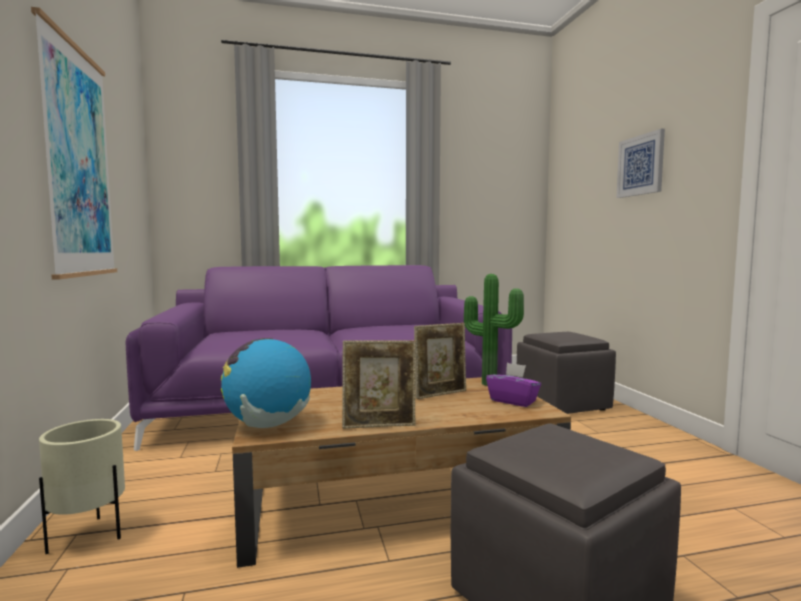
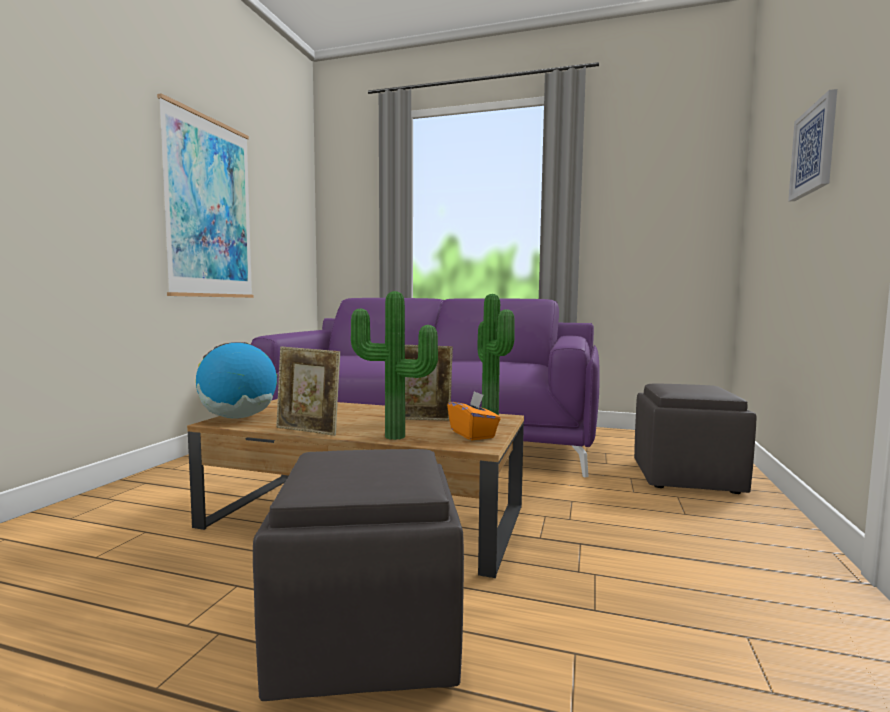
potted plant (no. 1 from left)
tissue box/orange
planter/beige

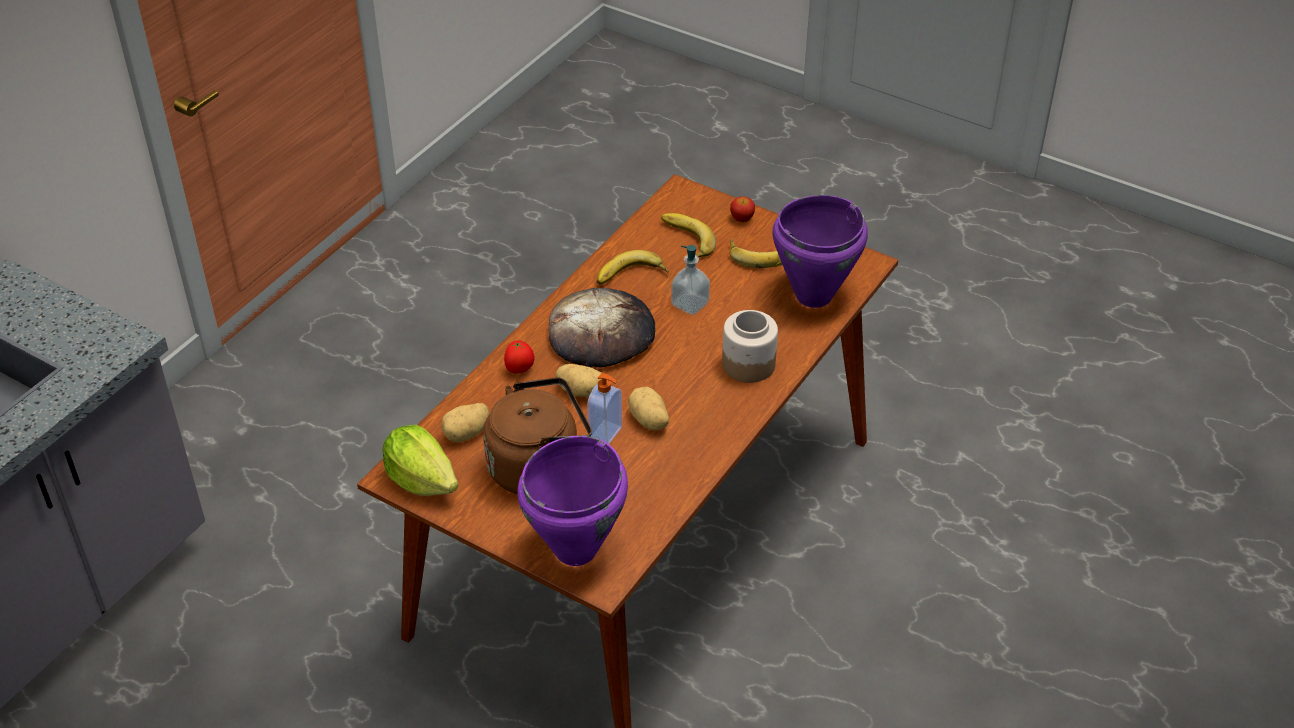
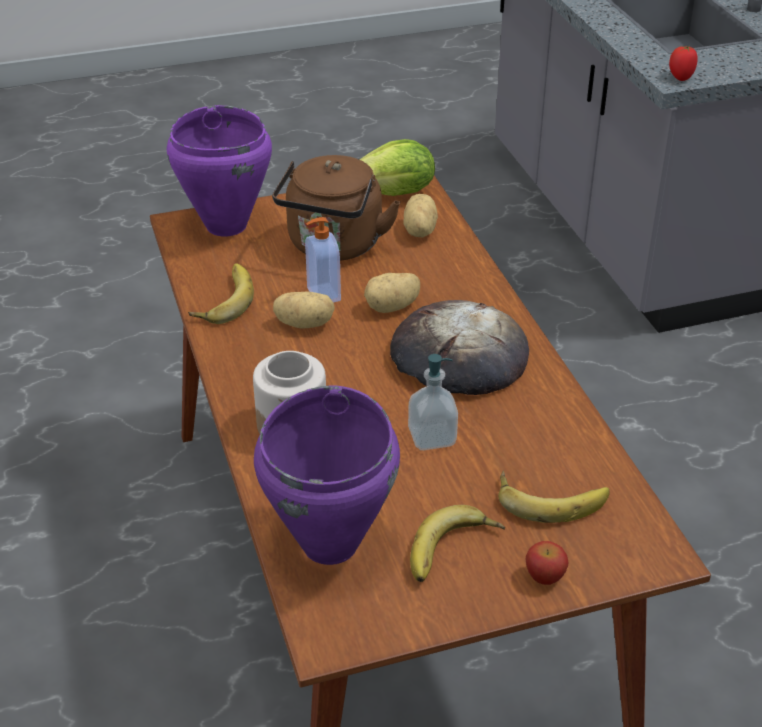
banana (no. 1 from left)
tomato

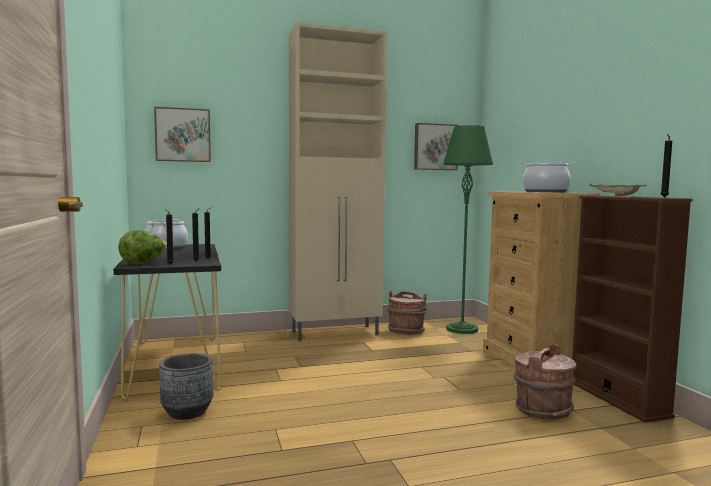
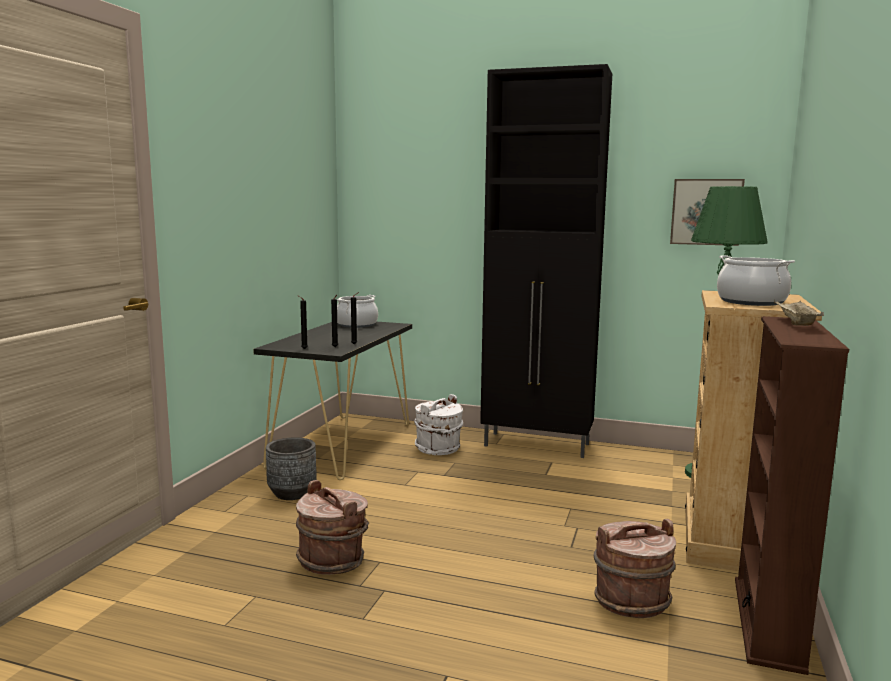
bucket/brown (no. 1 from left)
bucket/white
cabinet/black
lettuce
picture (no. 1 from left in the first image)
candle/black (no. 4 from left in the first image)

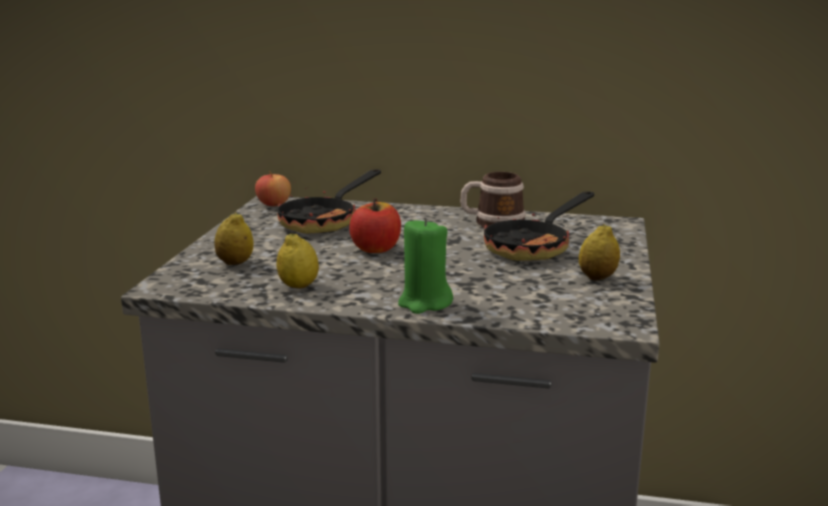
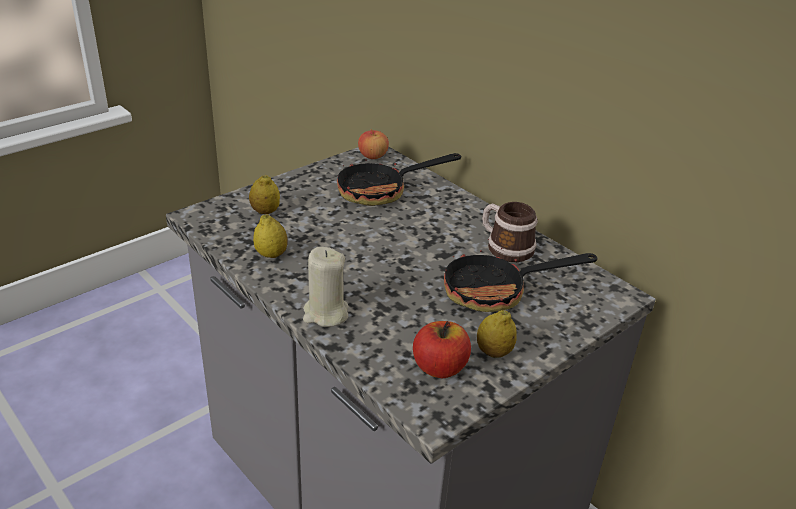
candle/beige
apple (no. 2 from left)

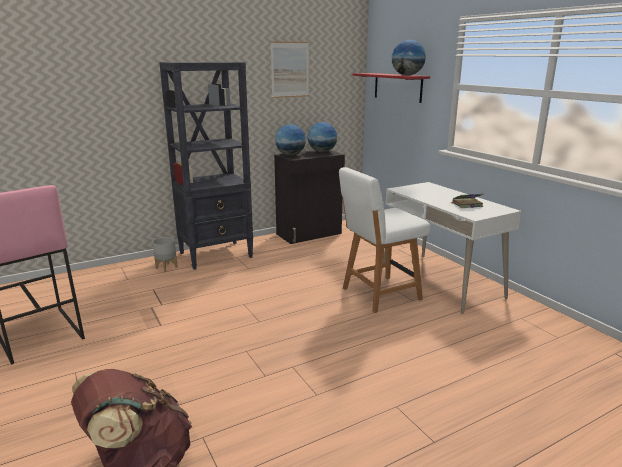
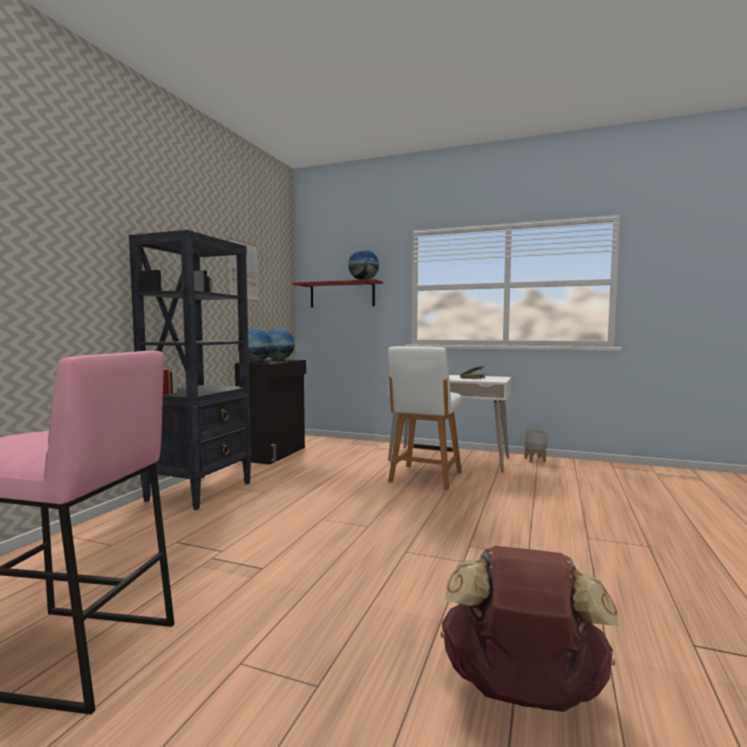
planter/grey

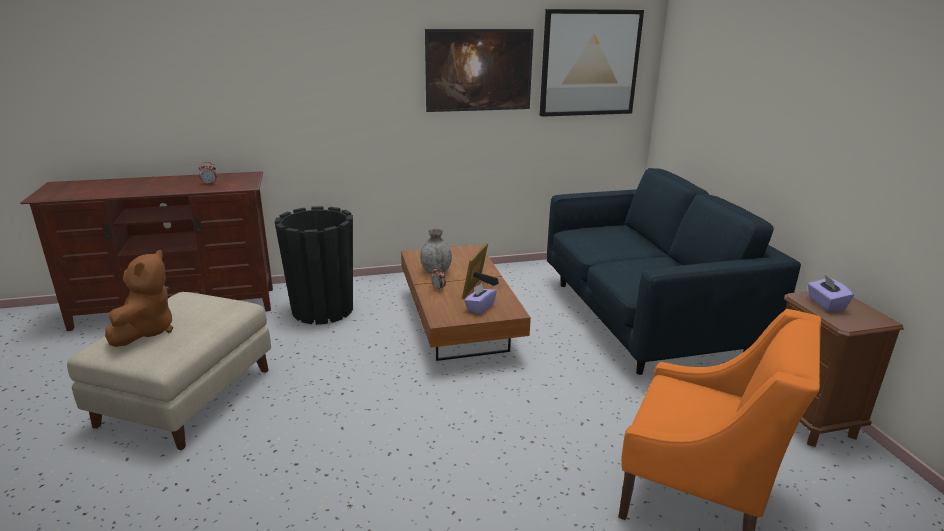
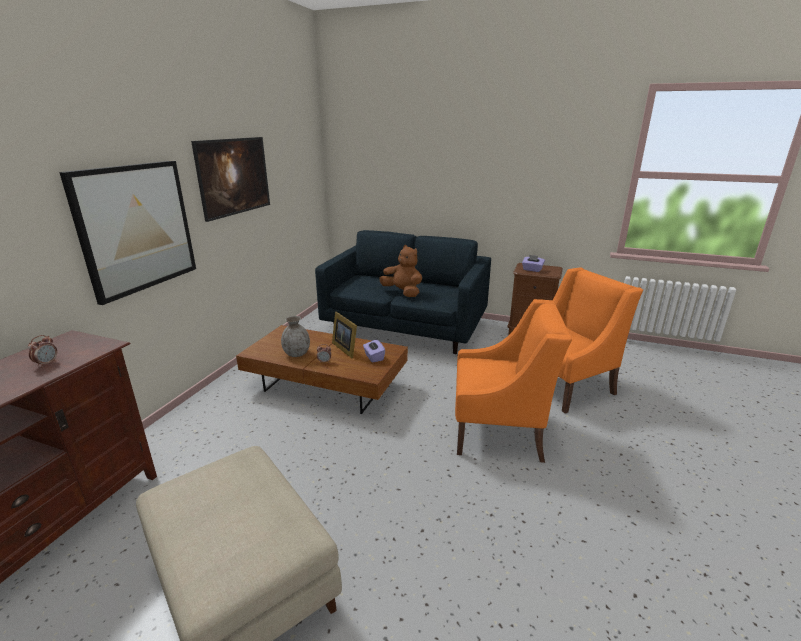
picture (no. 1 from left)
plush toy/brown
armchair/orange (no. 1 from left)
planter/black

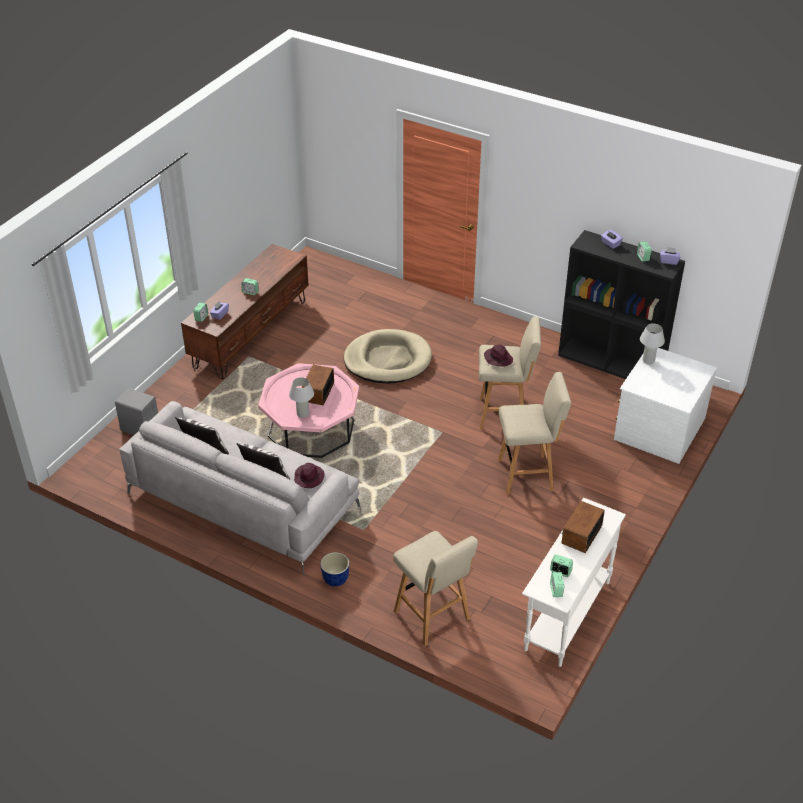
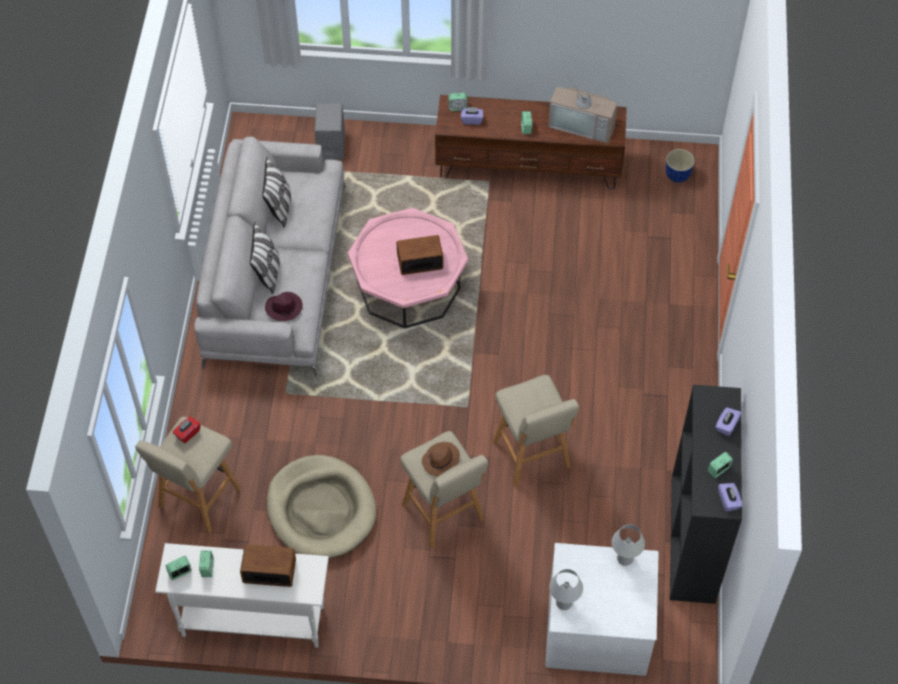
tissue box/red
dog bed/beige
hat/brown
television
table lamp/white (no. 1 from left)
planter
hat/purple (no. 2 from left in the first image)

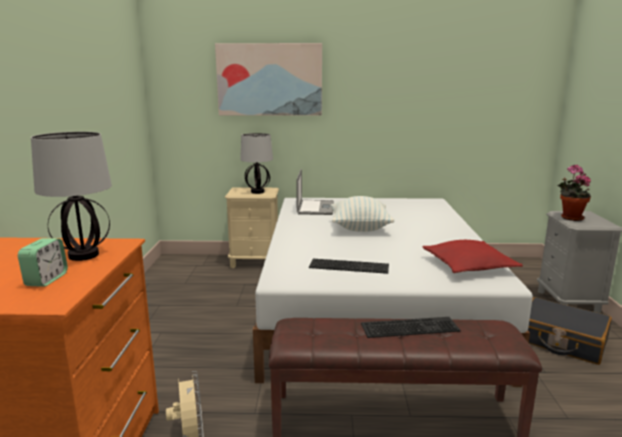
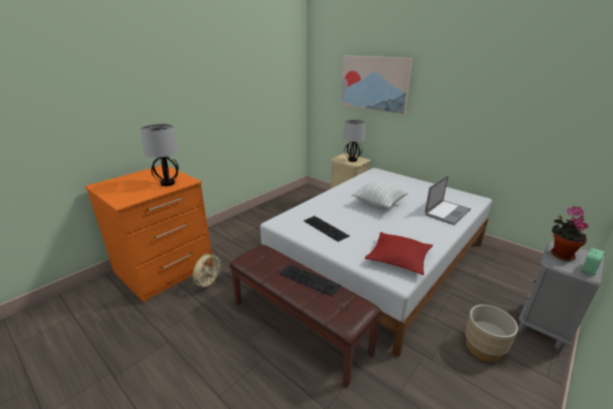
laptop
planter/beige
alarm clock

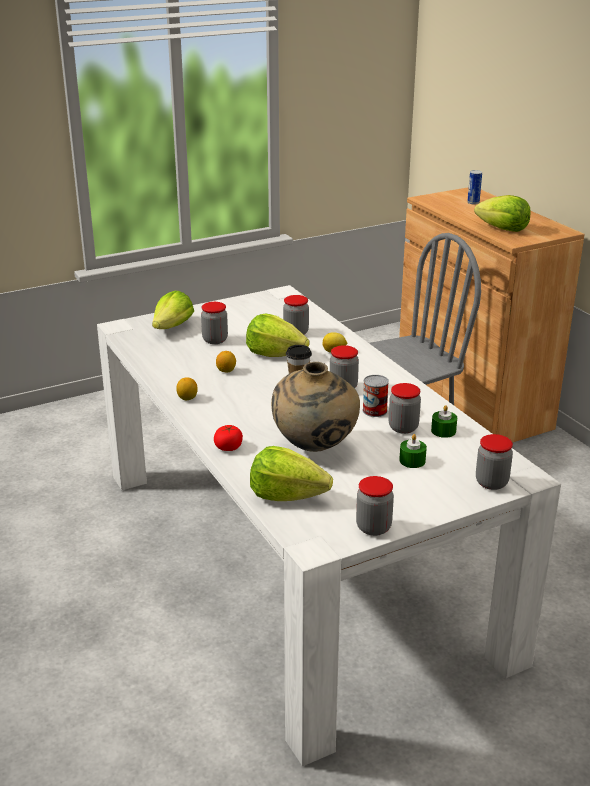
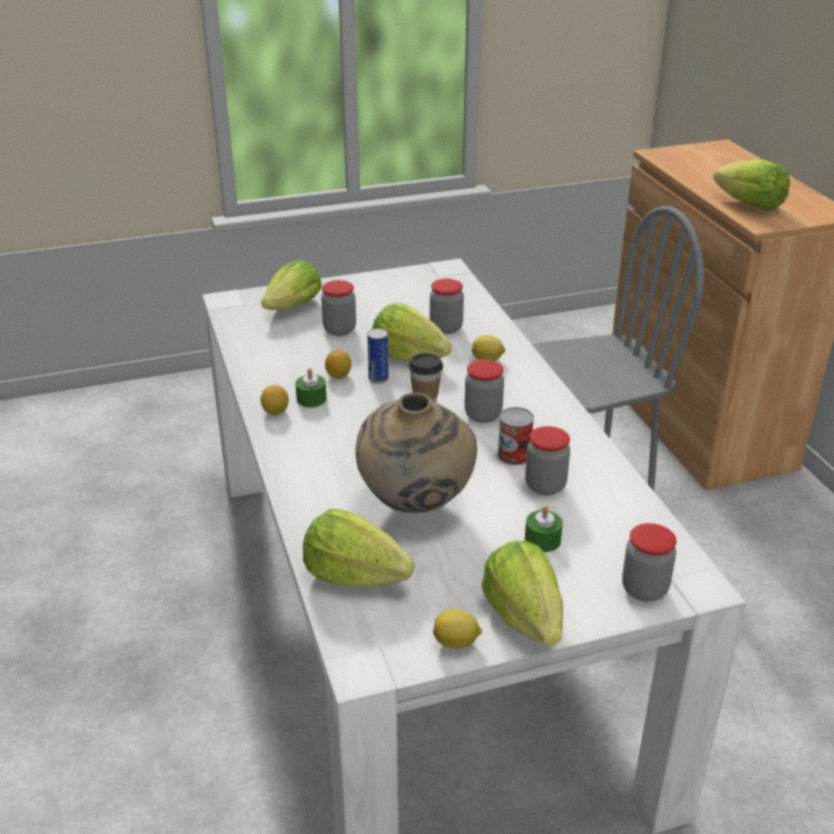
candle/green (no. 1 from left)
can (no. 1 from left)
lemon (no. 3 from left)
lettuce (no. 4 from left)
tomato

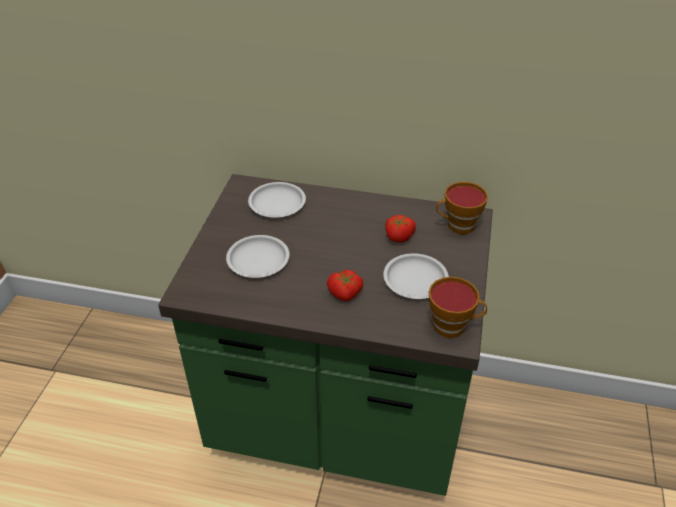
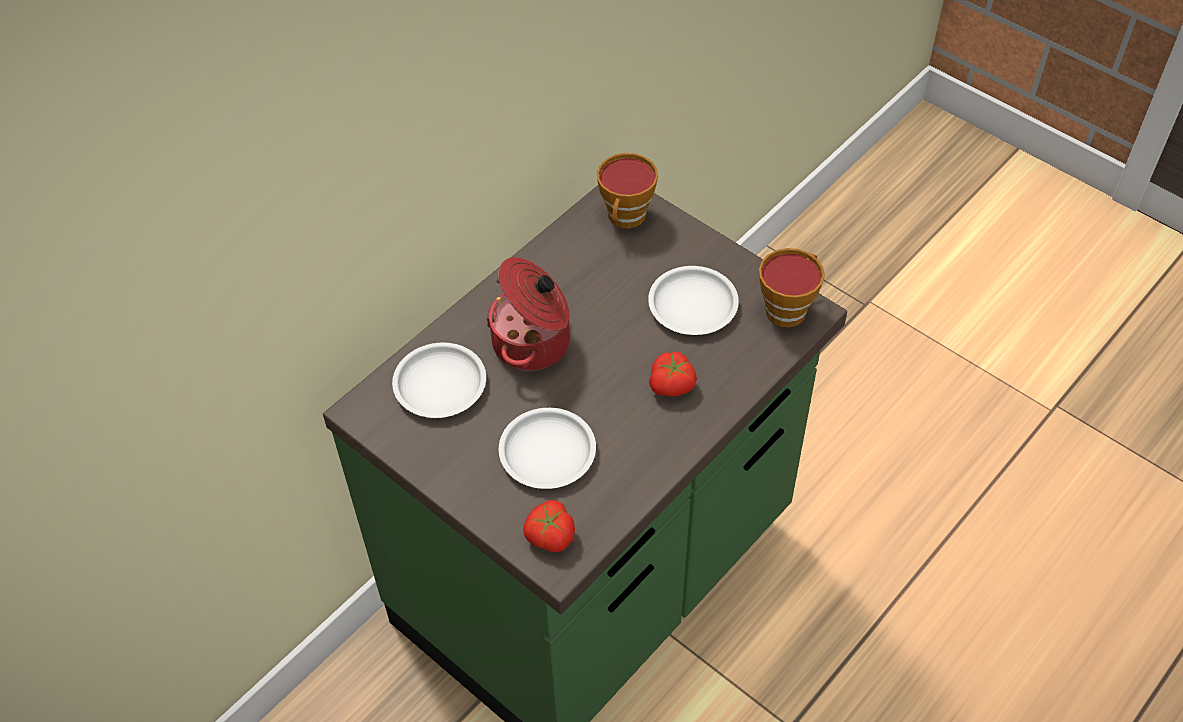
cooking pot
tomato (no. 1 from left)

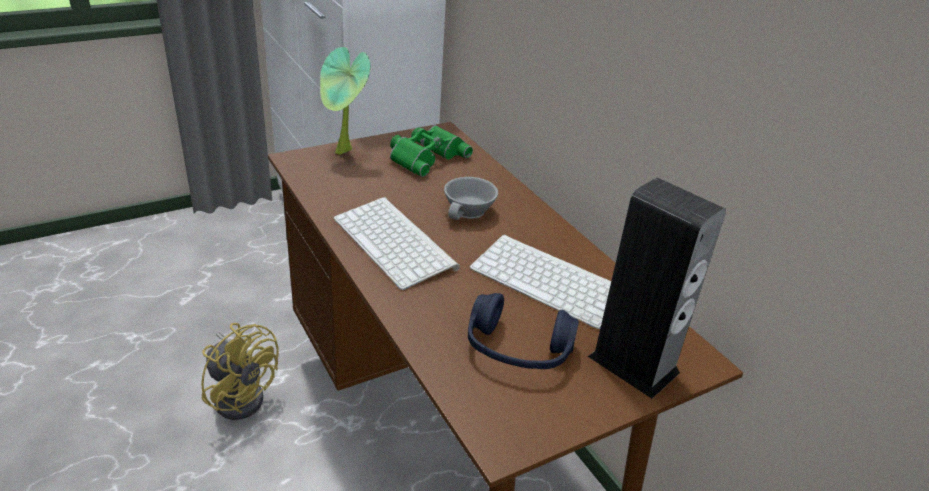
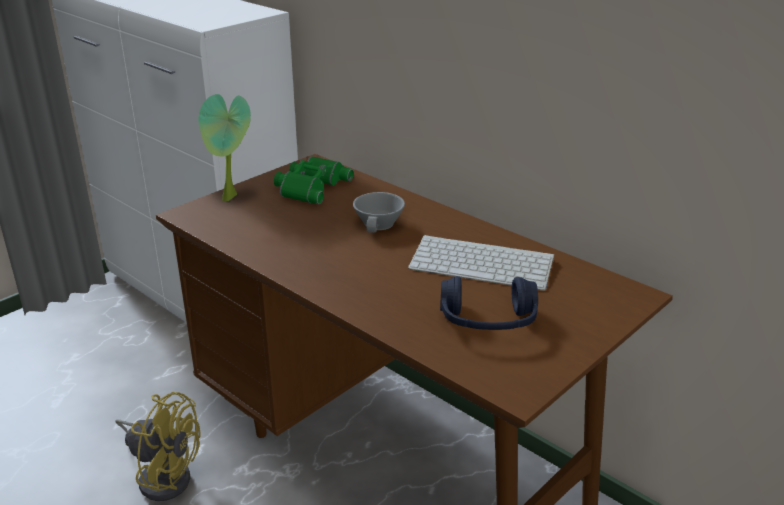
keyboard (no. 1 from left in the first image)
speaker

